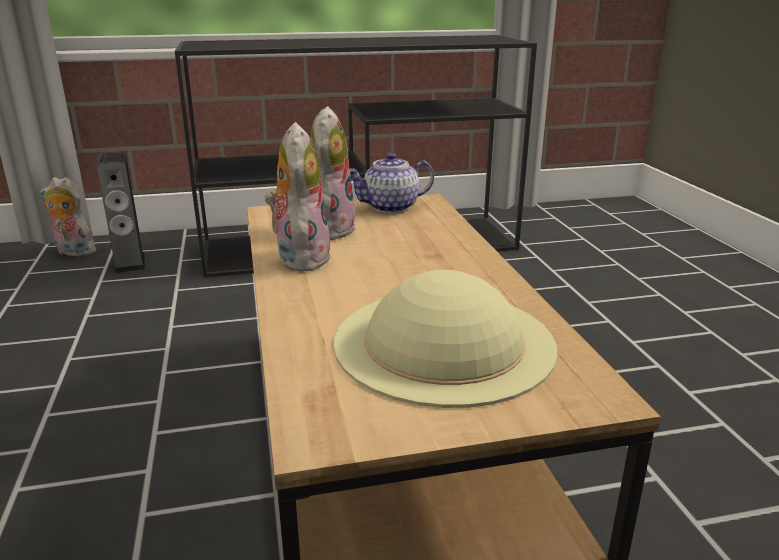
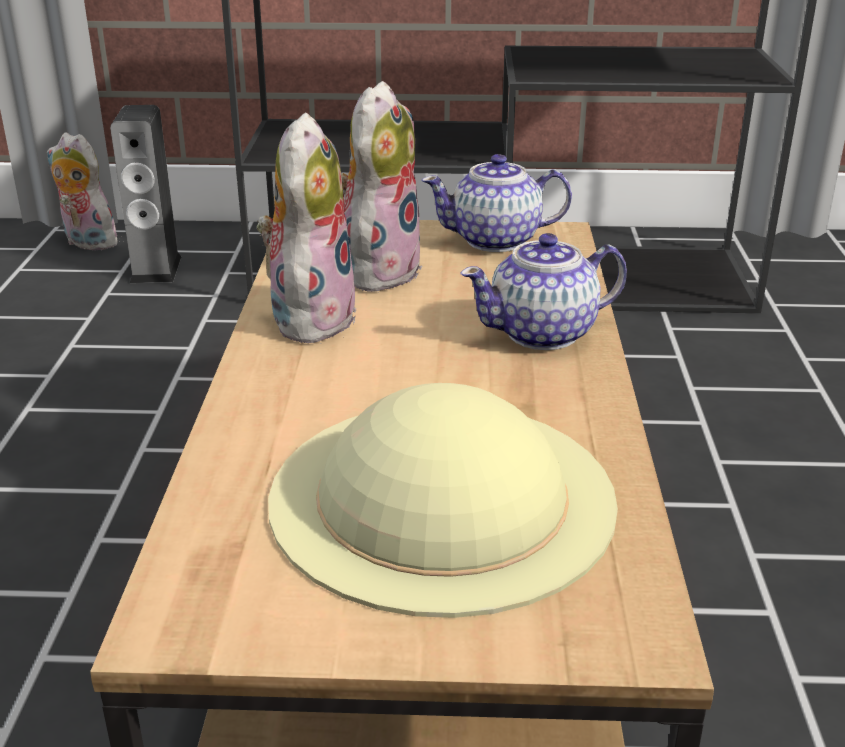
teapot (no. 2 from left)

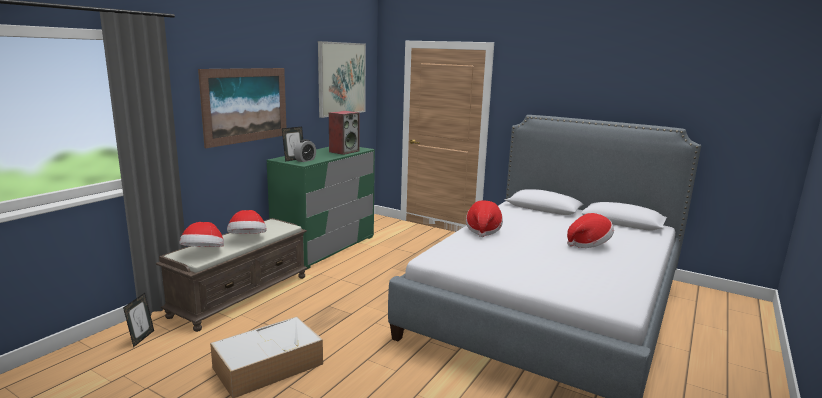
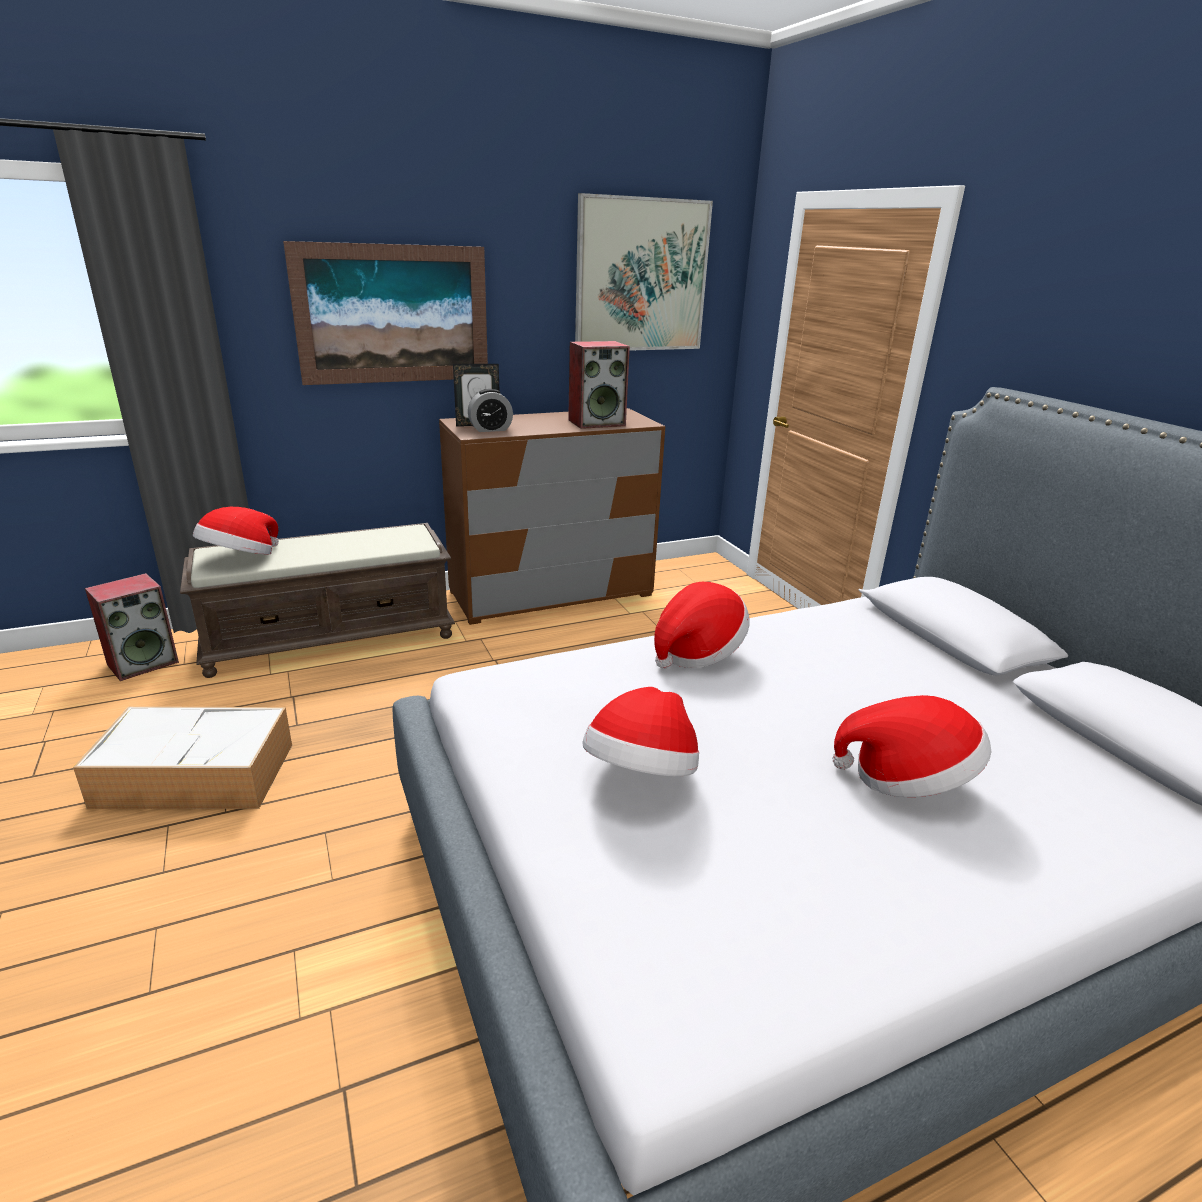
speaker (no. 1 from left)
dresser/brown
hat (no. 2 from left)

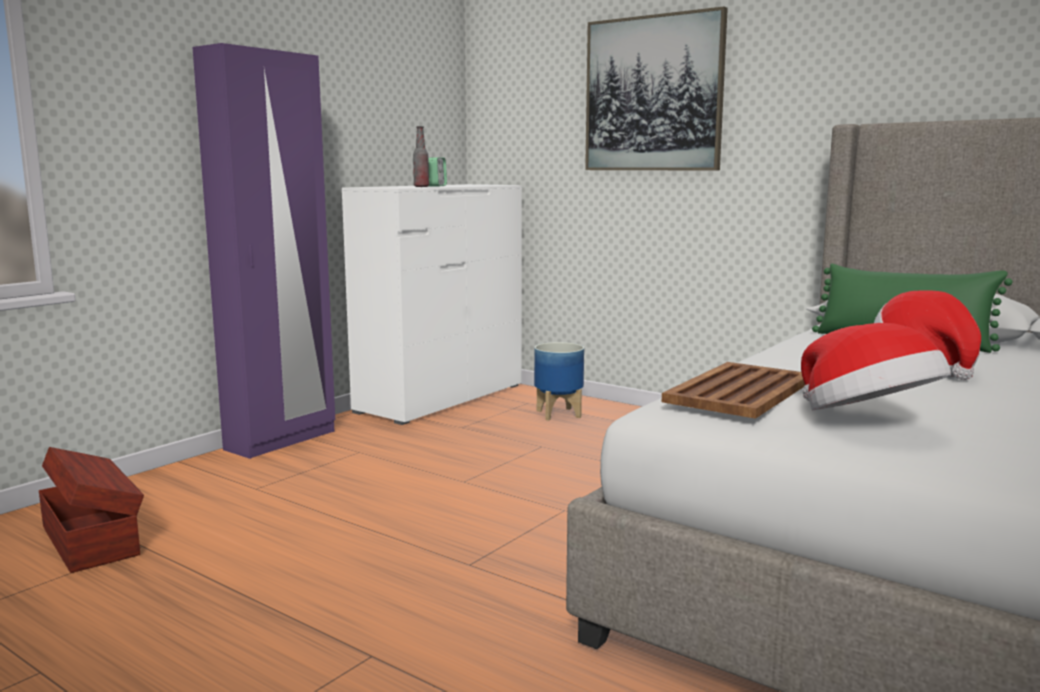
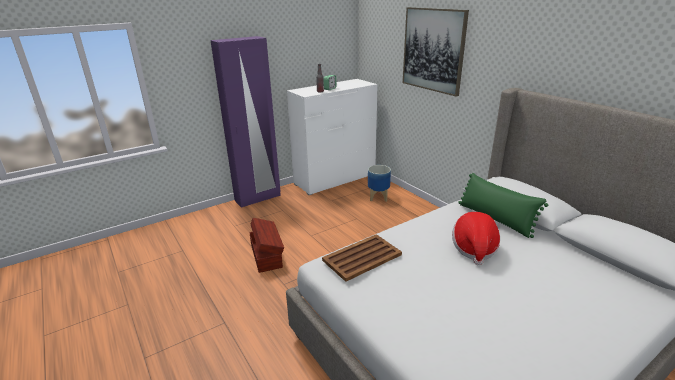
storage box/brown
hat (no. 1 from left in the first image)

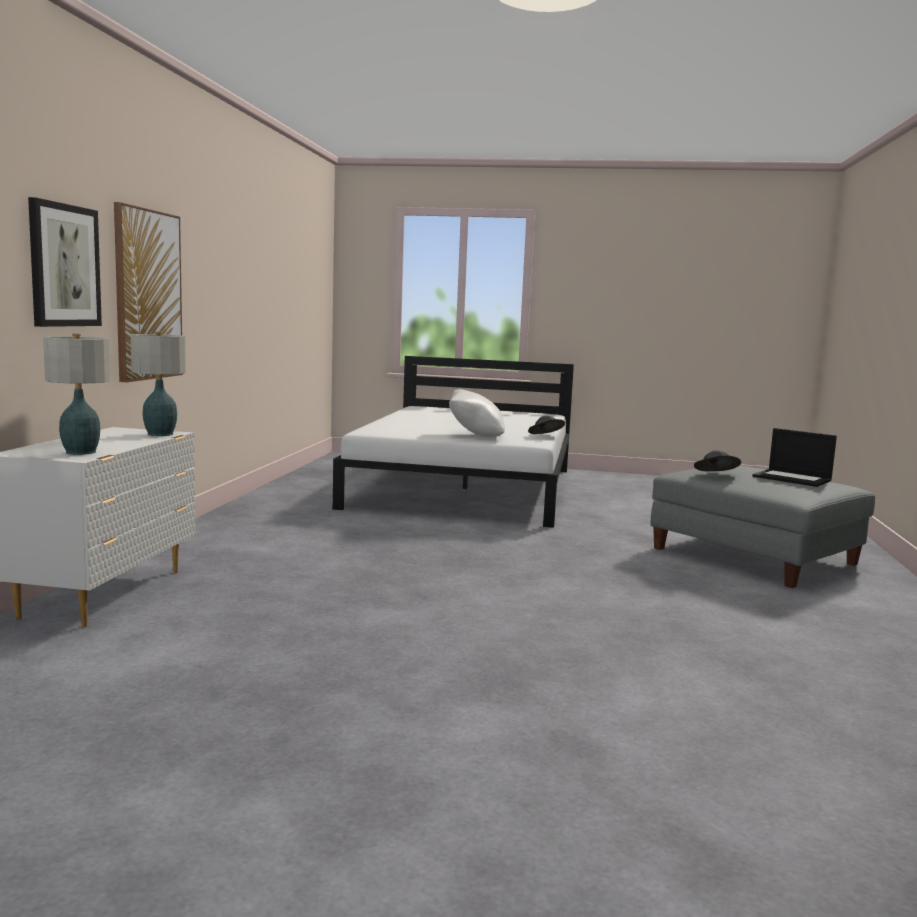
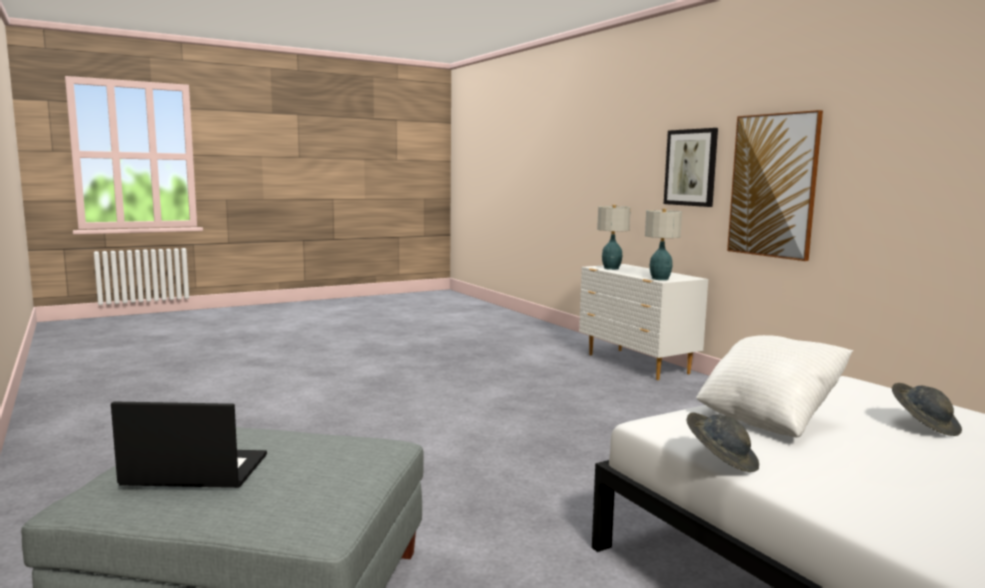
hat/grey (no. 2 from left)

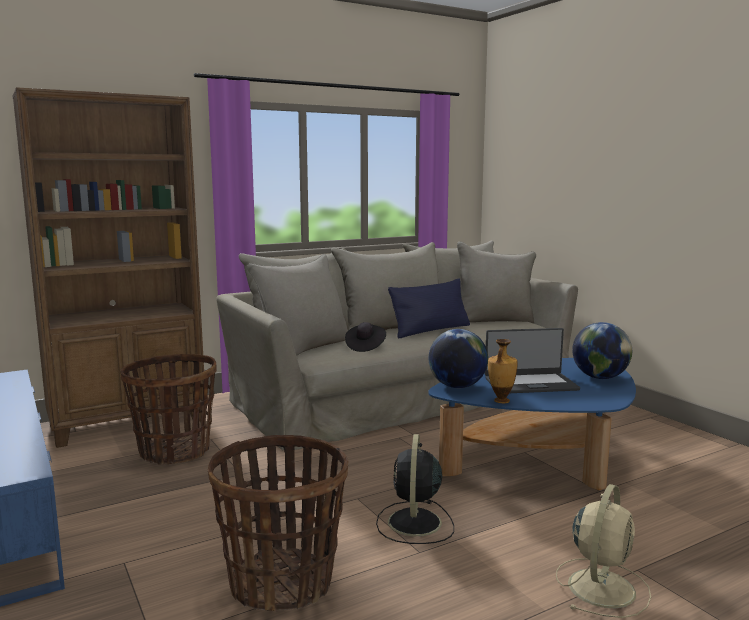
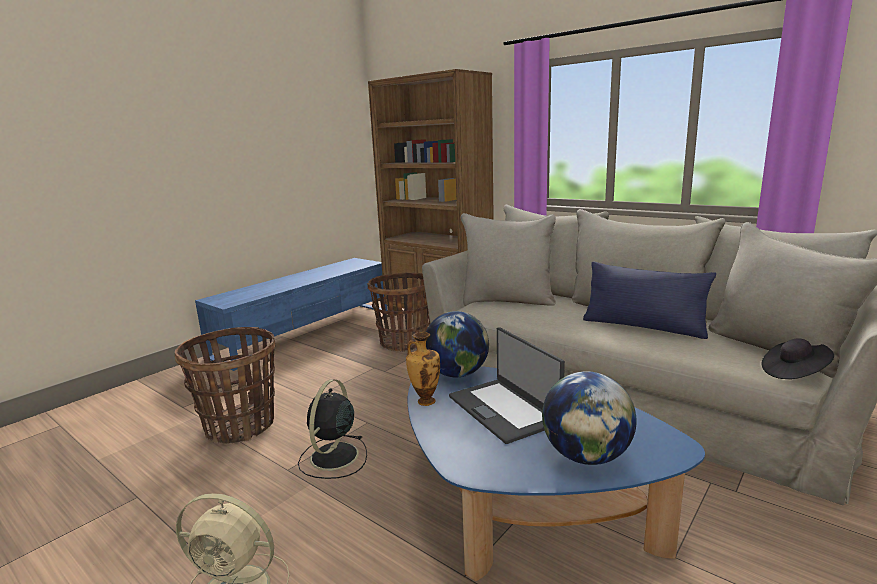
fan/black
hat/black

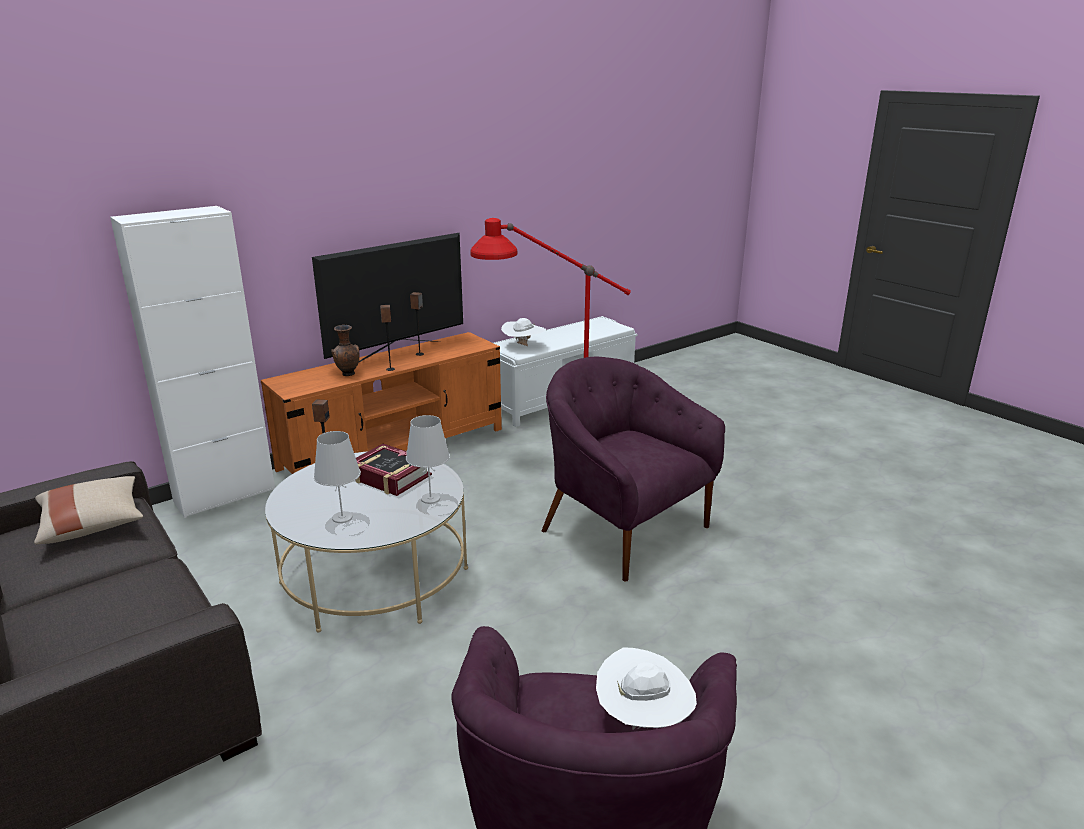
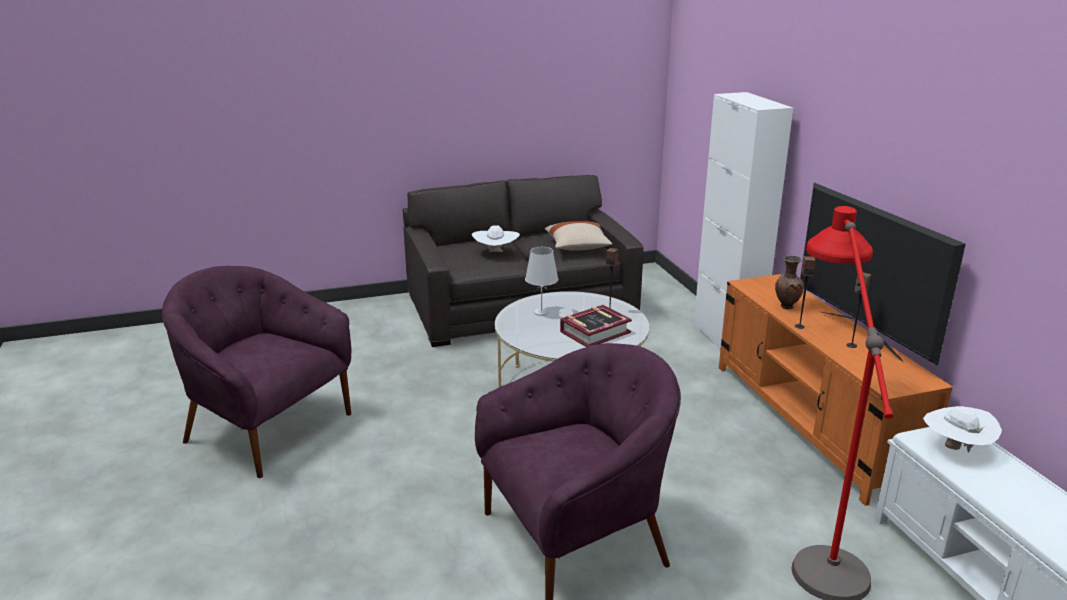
hat/white (no. 1 from left)
table lamp/white (no. 2 from left in the first image)

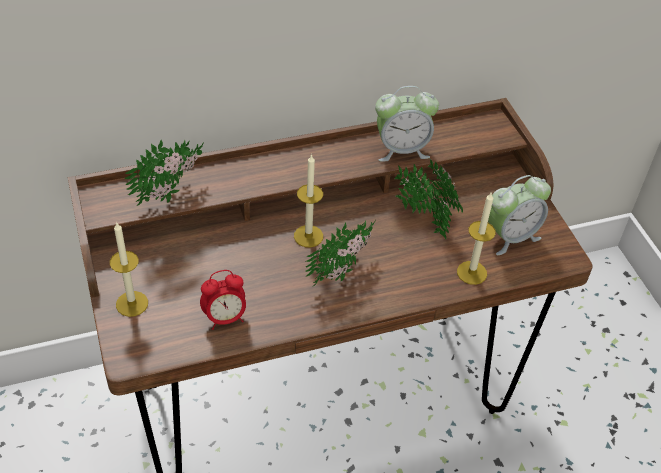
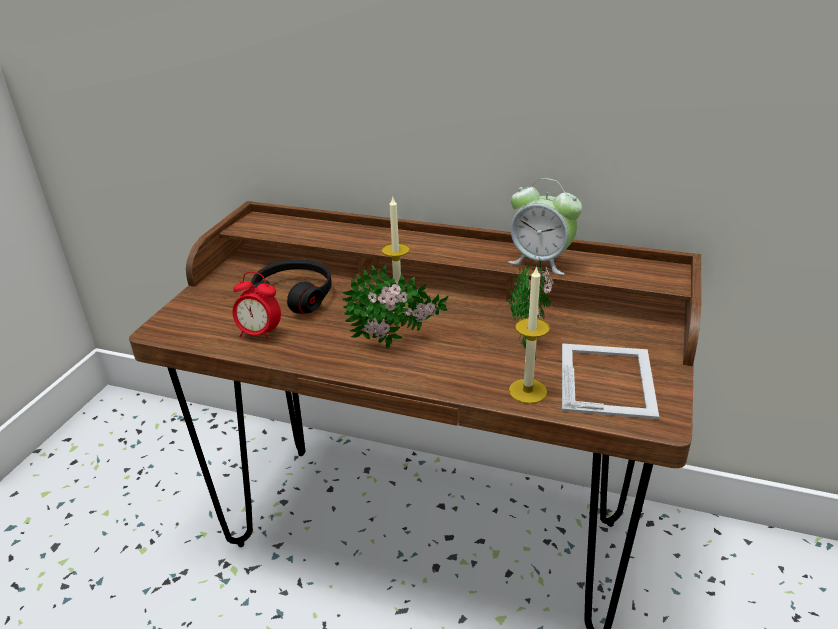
headphones/black
picture frame
candle (no. 1 from left in the first image)
potted plant (no. 1 from left in the first image)

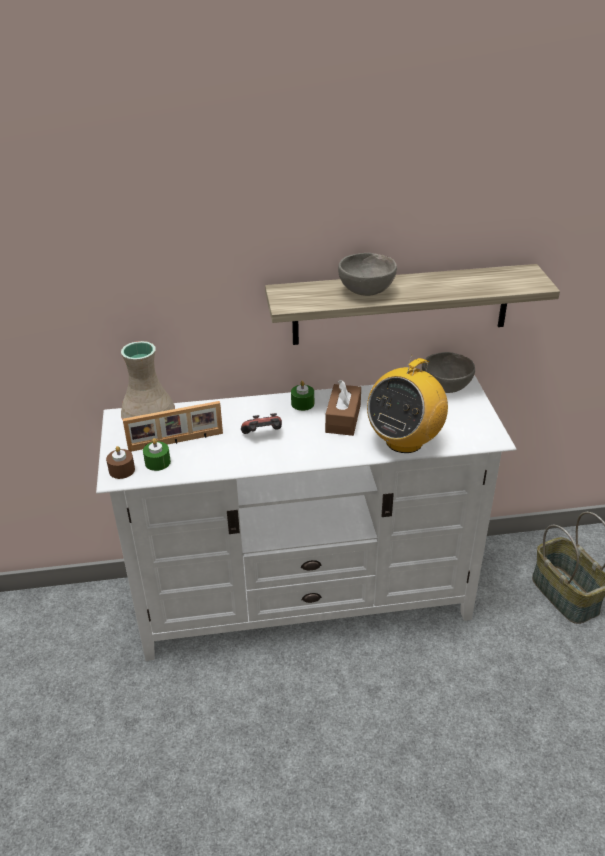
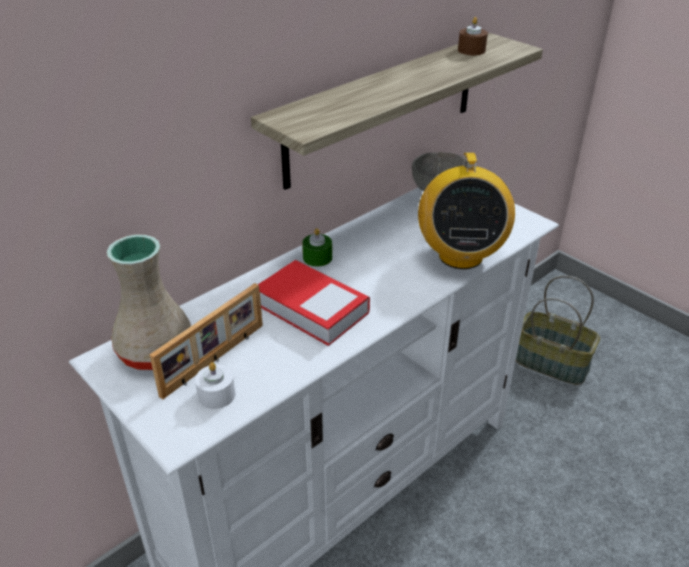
candle/white
book
candle/brown
tissue box/brown
bowl/grey (no. 1 from left in the first image)

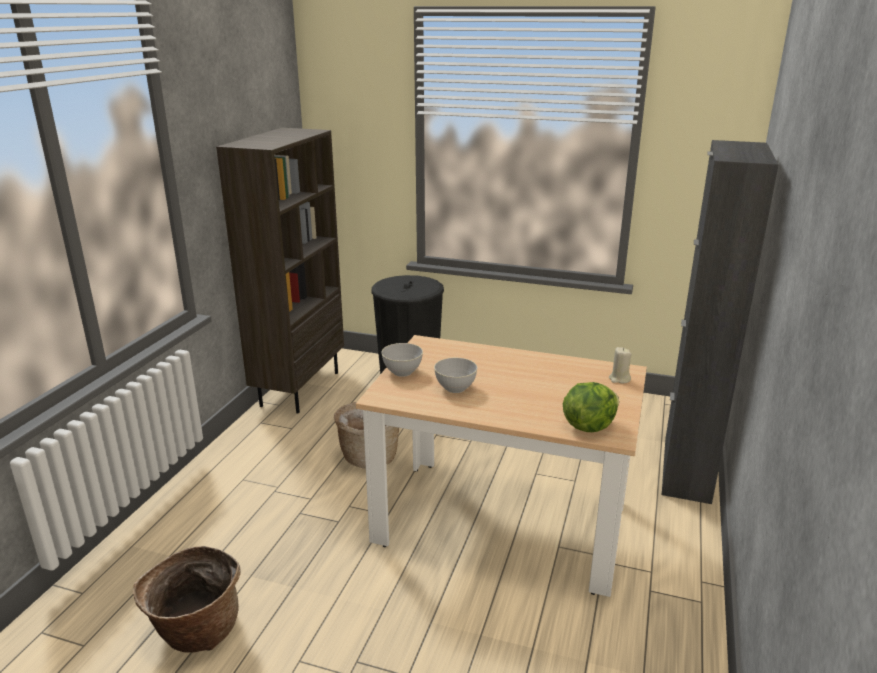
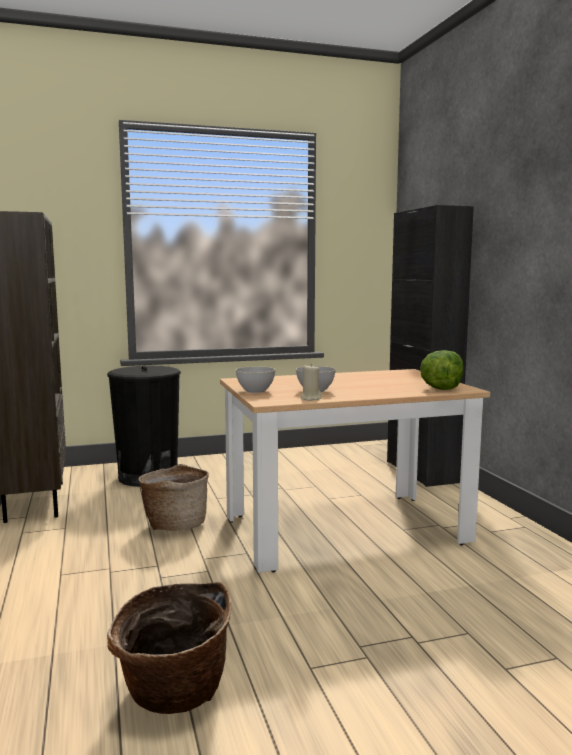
candle/beige

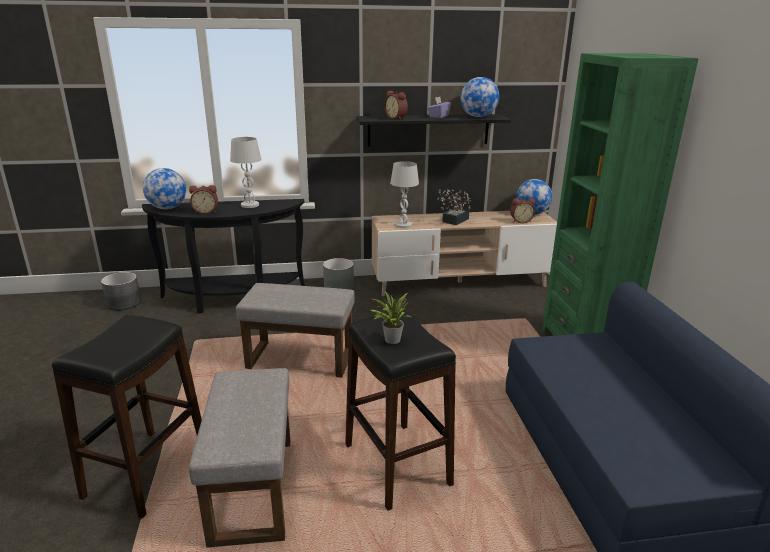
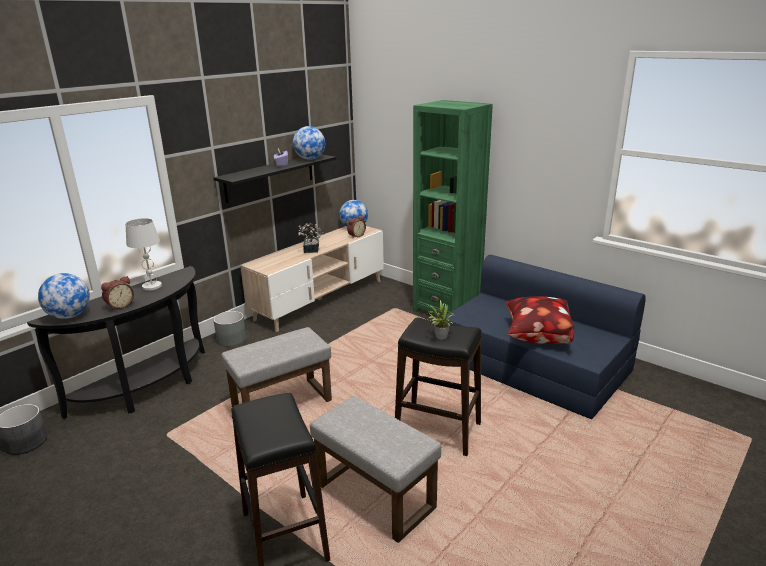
pillow
alarm clock (no. 2 from left in the first image)
table lamp/white (no. 2 from left in the first image)

